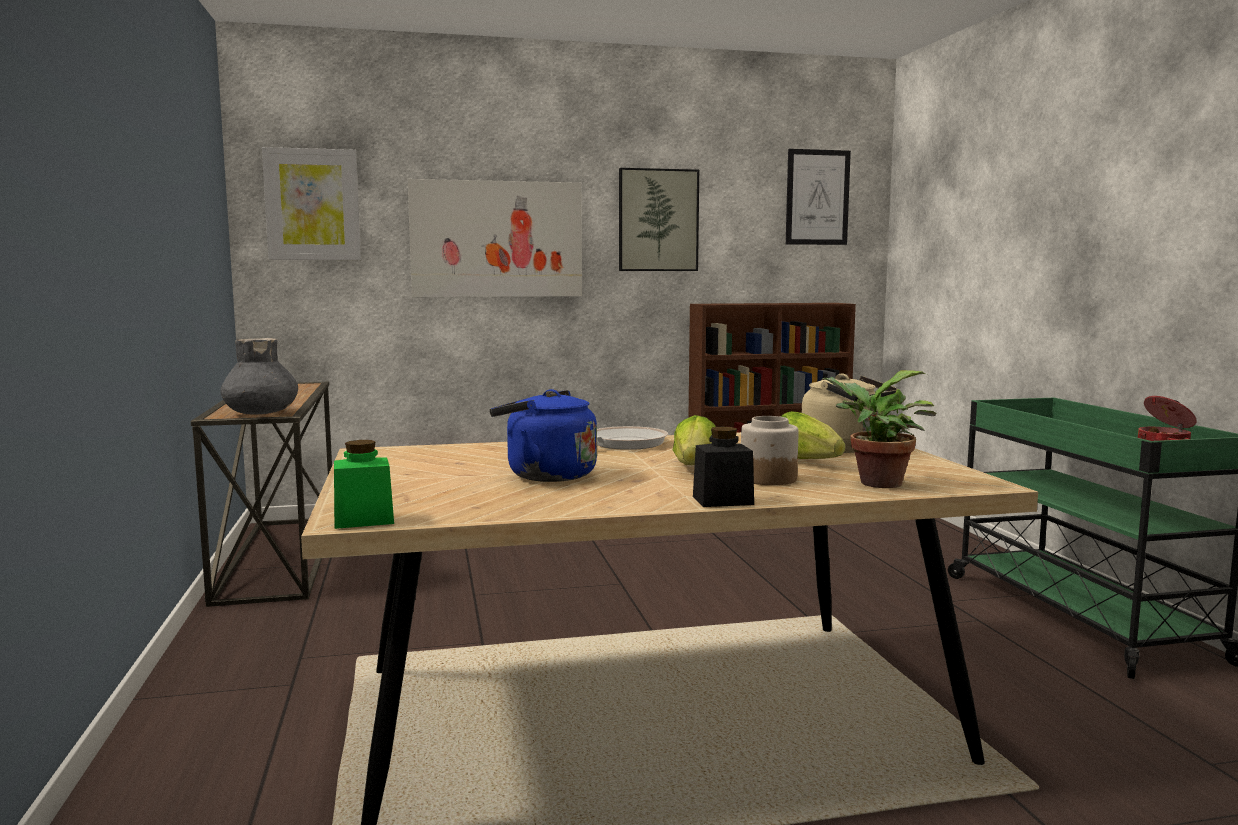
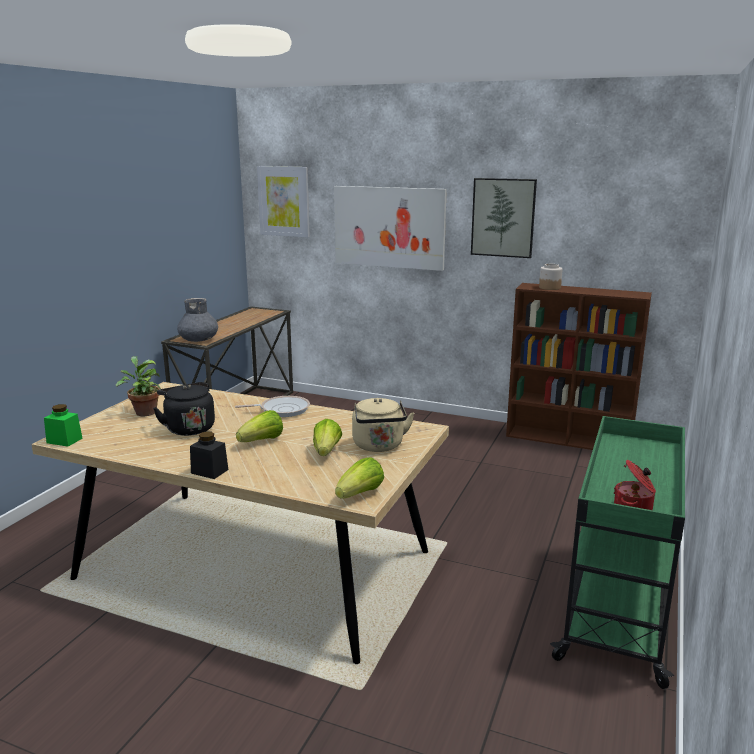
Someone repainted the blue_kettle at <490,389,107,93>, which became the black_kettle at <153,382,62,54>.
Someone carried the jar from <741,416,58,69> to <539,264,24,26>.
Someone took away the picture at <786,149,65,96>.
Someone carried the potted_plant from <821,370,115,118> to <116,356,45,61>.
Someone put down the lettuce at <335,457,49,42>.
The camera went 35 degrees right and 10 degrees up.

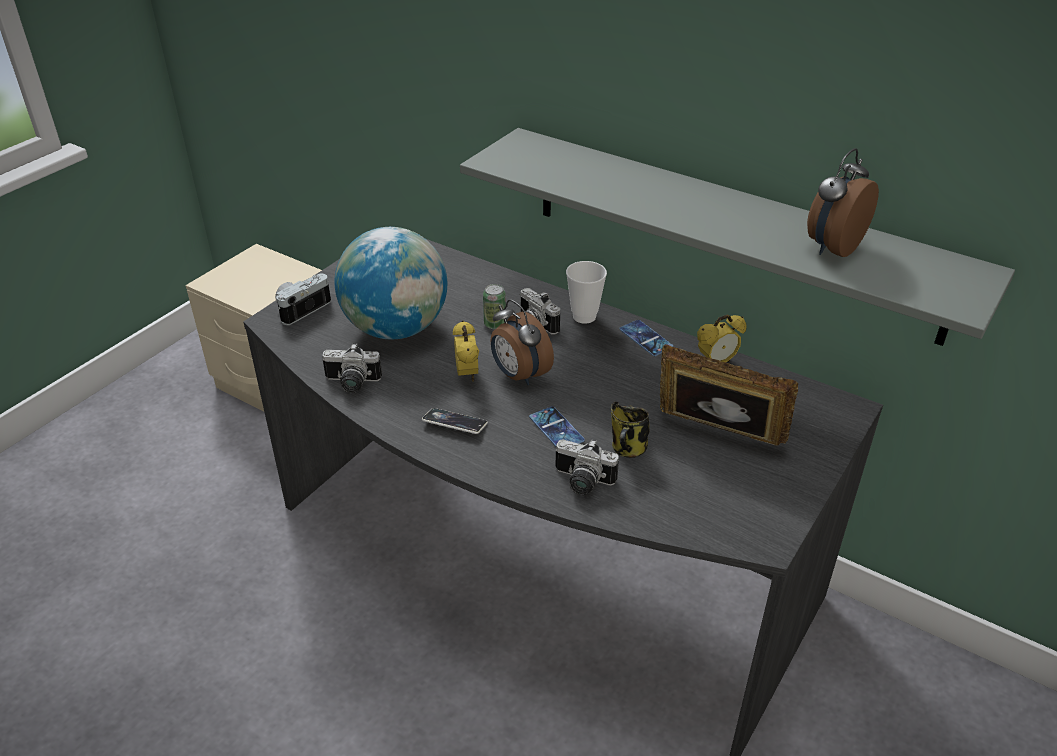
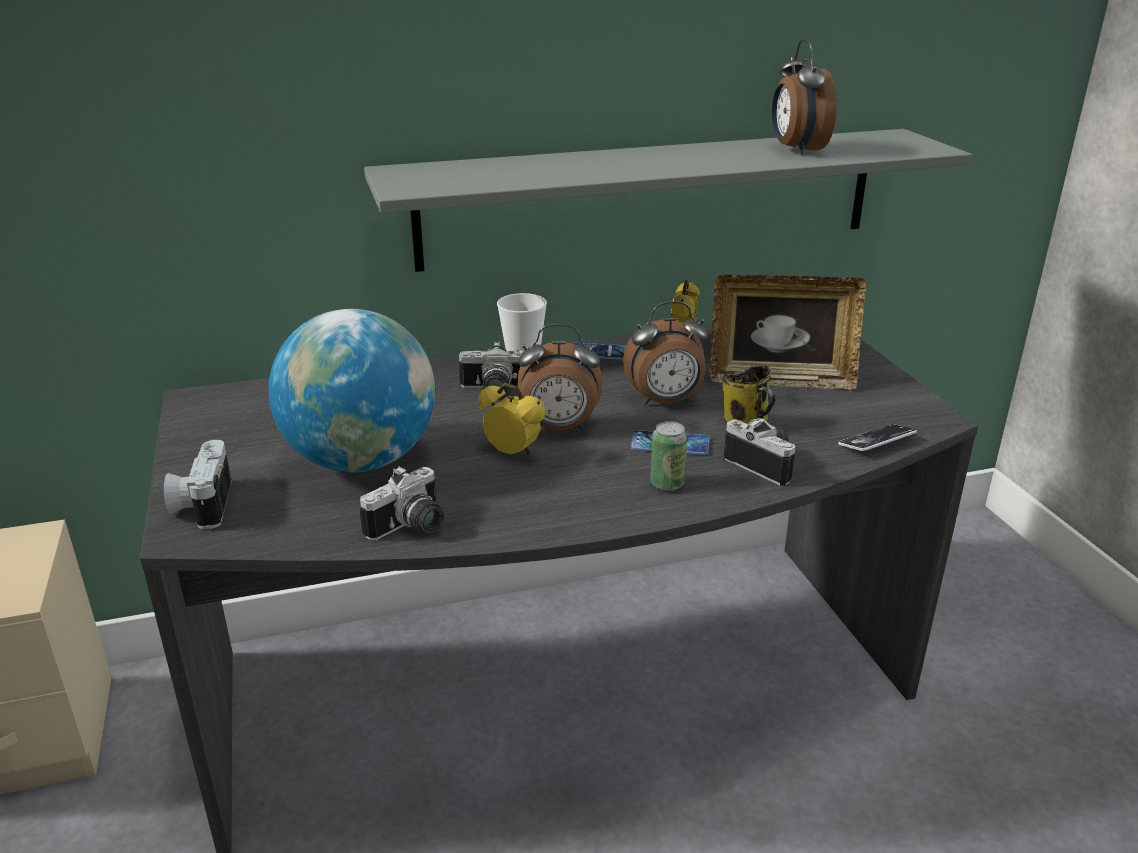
Someone carried the phone from <422,408,66,26> to <838,424,79,27>.
Someone carried the can from <483,284,23,45> to <650,421,37,70>.
Someone rotated the photo_camera at <555,439,64,56> by 105 degrees counterclockwise.
Someone rotated the picture_frame at <660,344,138,102> by 150 degrees counterclockwise.
Someone put down the alarm_clock at <623,301,85,104>.
The camera went 50 degrees left and 10 degrees down.

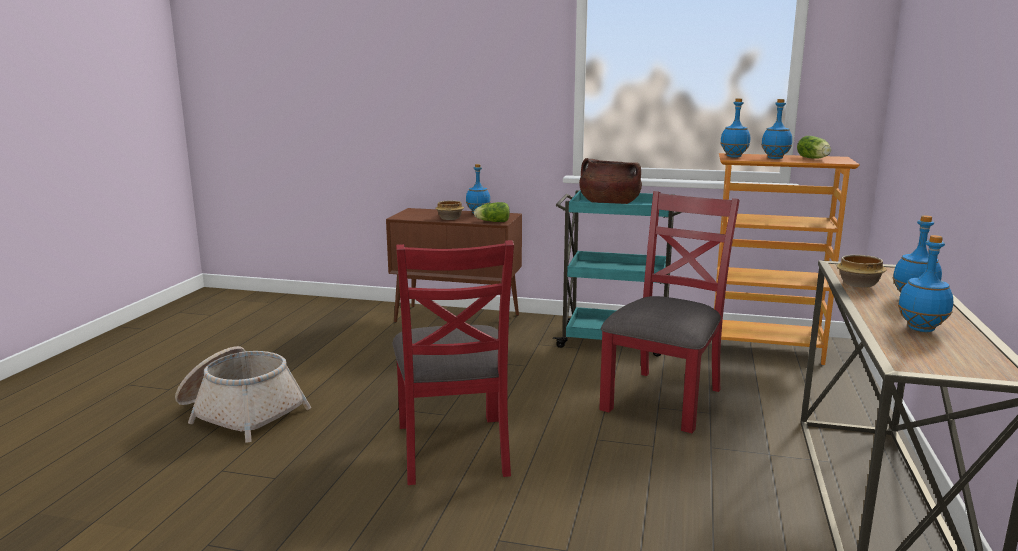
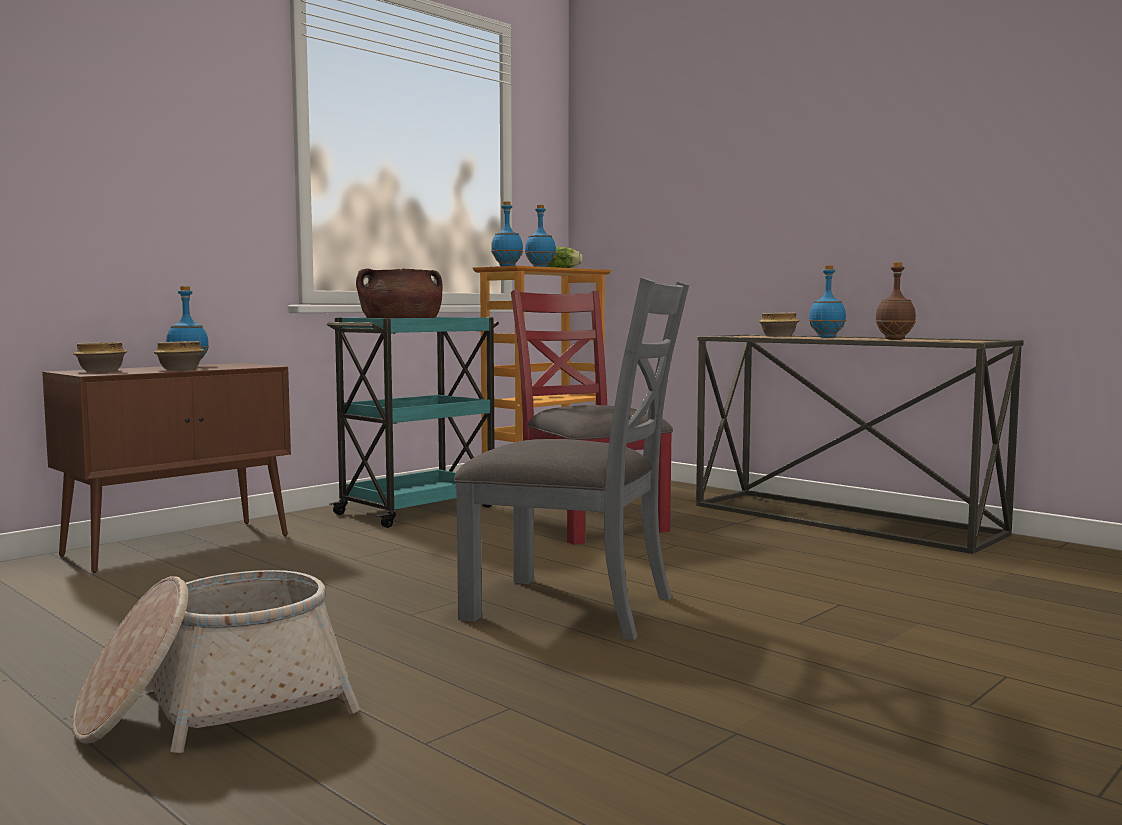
Someone repainted the red_chair at <392,240,122,245>, which became the grey_chair at <453,278,236,362>.
Someone took away the lettuce at <474,202,36,20>.
Someone repainted the blue_bottle at <898,235,55,97>, which became the brown_bottle at <875,262,41,78>.
Someone put down the bowl at <73,342,54,30>.
The camera went 60 degrees left and 10 degrees down.

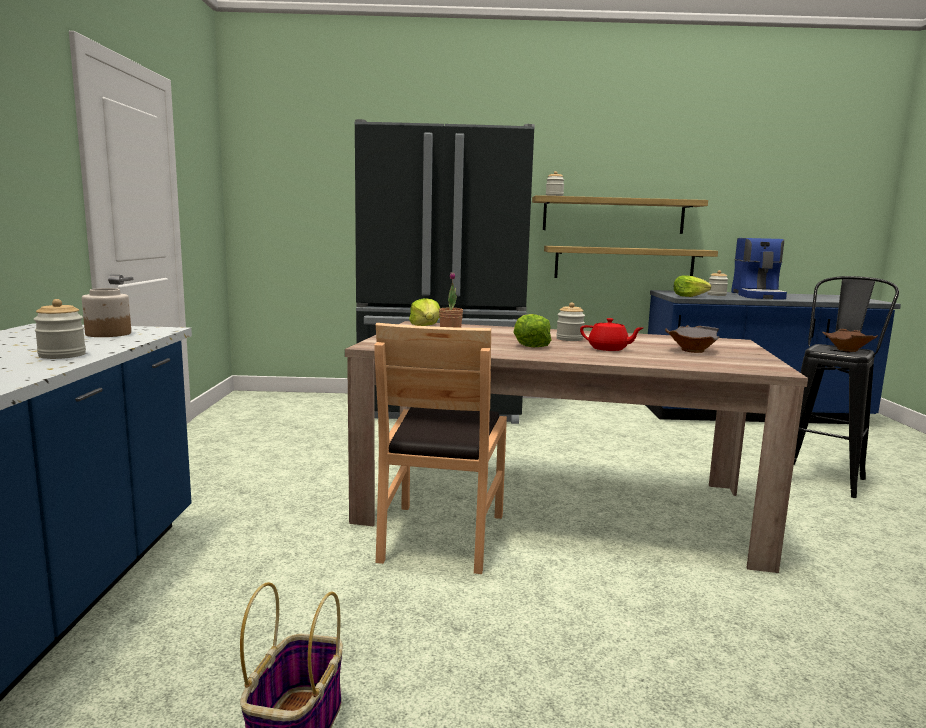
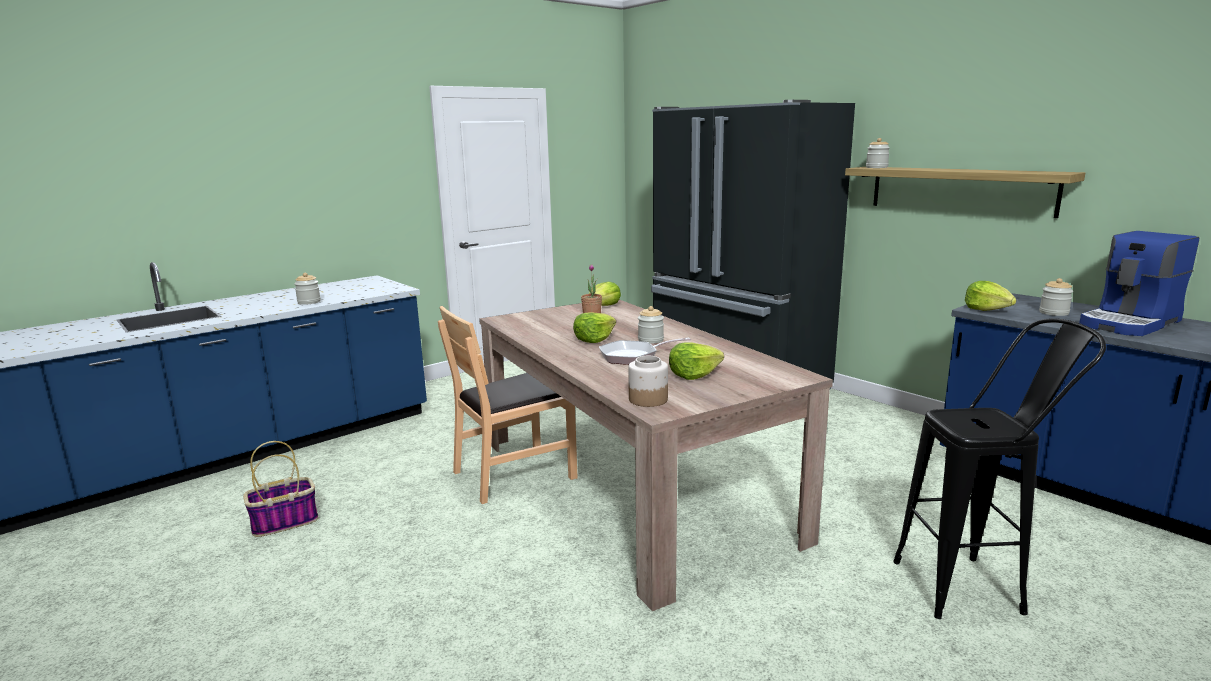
Someone carried the jar from <82,288,49,49> to <628,356,40,51>.
Someone took away the shelf at <544,246,174,32>.
Someone swapped the red_teapot at <580,318,63,33> for the frying_pan at <599,338,92,27>.
Someone swapped the grey_bowl at <665,325,54,28> for the lettuce at <669,343,55,37>.
Someone took away the brown_bowl at <823,329,55,23>.
The camera went 50 degrees right and 5 degrees up.

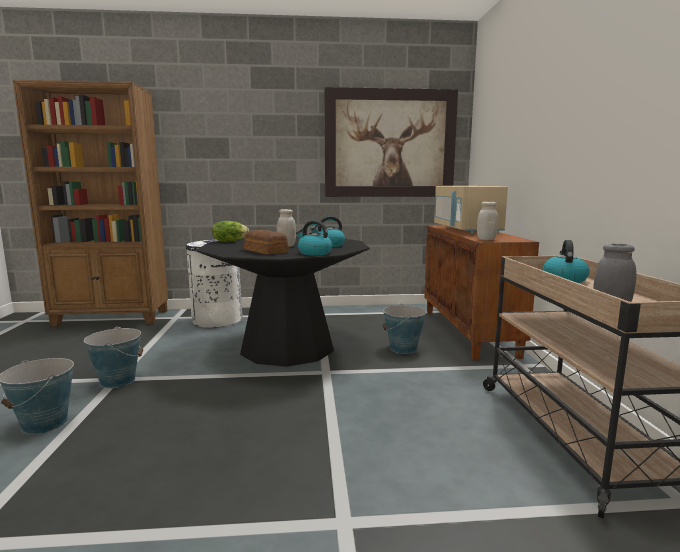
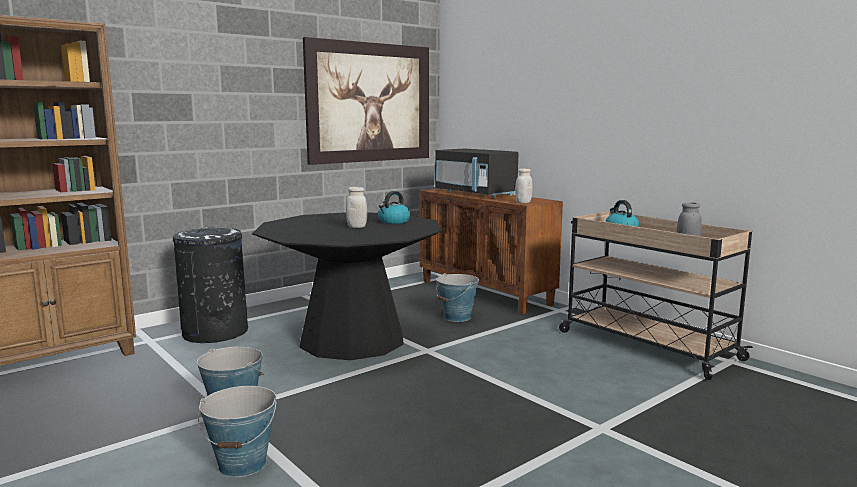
Someone repainted the white_trash_can at <186,240,57,88>, which became the black_trash_can at <173,227,75,116>.
Someone took away the lettuce at <212,221,37,21>.
Someone took away the bread at <244,230,45,24>.
Someone took away the kettle at <296,220,36,35>.
Someone repainted the beige_microwave at <434,186,74,49>, which became the black_microwave at <435,148,83,50>.
The camera went 35 degrees left and 0 degrees up.

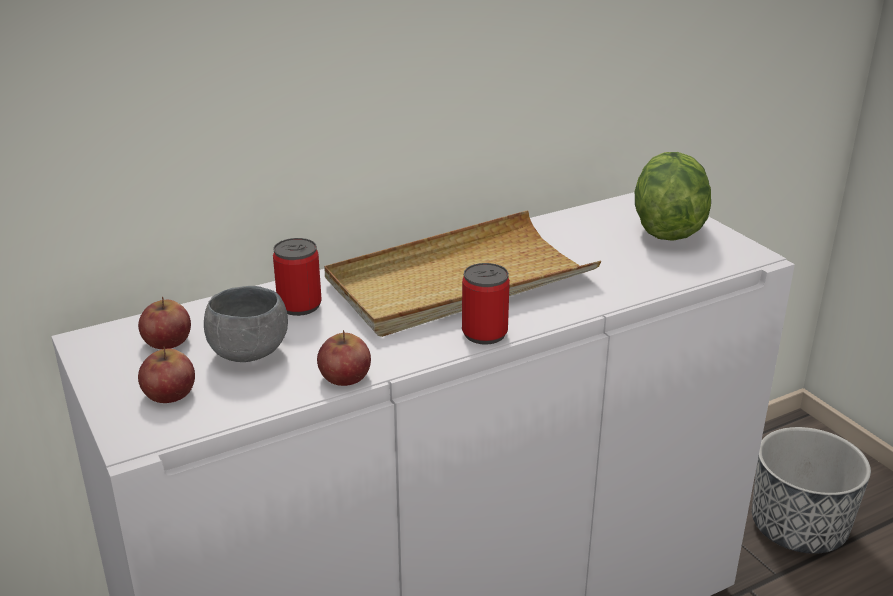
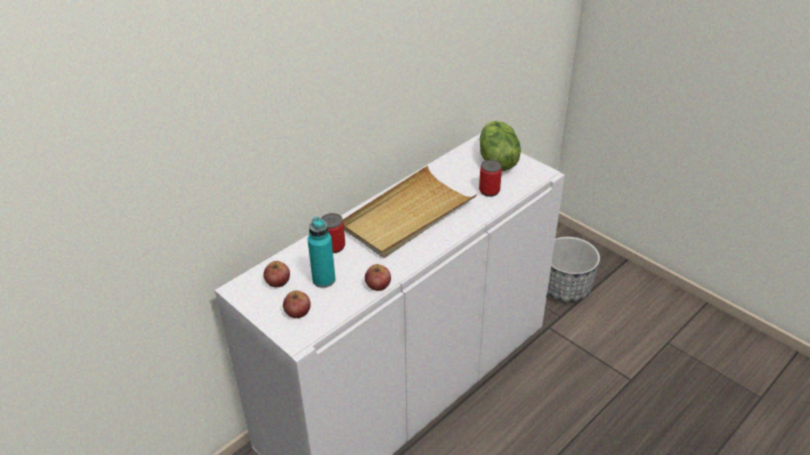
Someone swapped the grey_bowl at <204,286,84,76> for the turquoise_bottle at <307,217,28,71>.
Someone carried the can from <462,263,48,82> to <479,159,23,38>.
The camera went 15 degrees left and 10 degrees up.

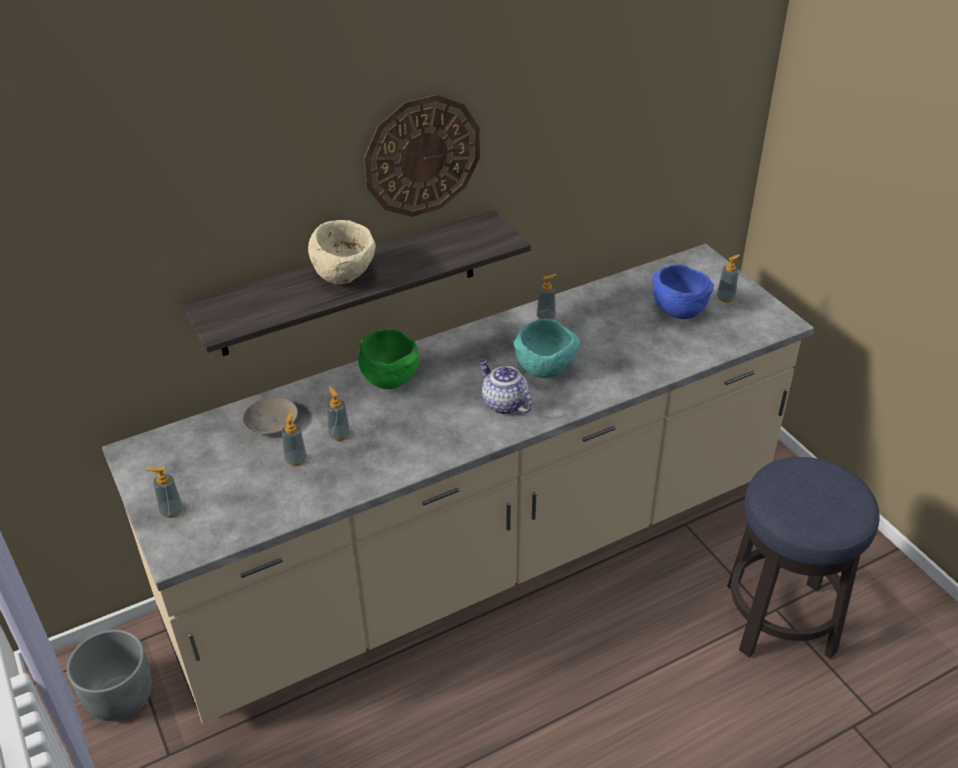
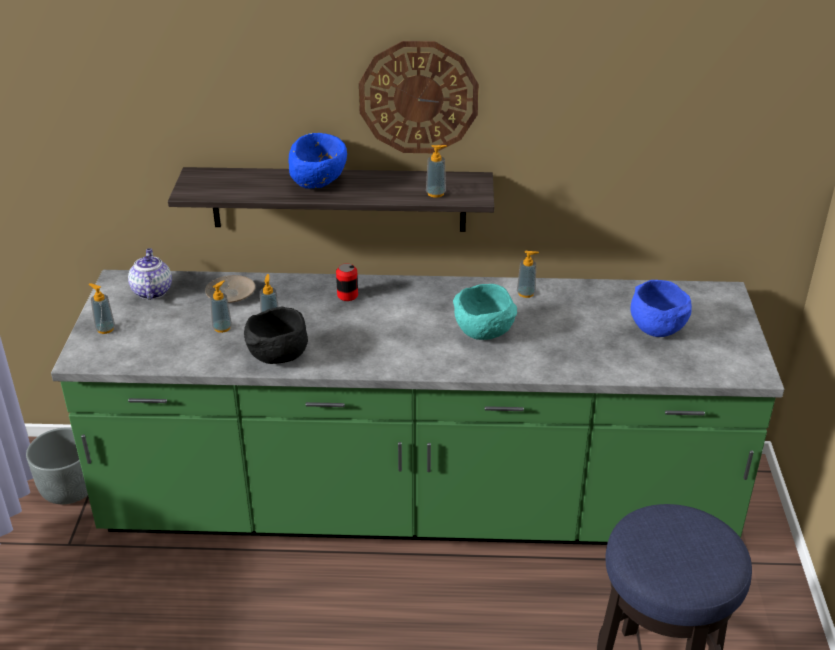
Someone repainted the beige_counter at <102,244,712,480>, which became the green_counter at <51,270,733,275>.
Someone repainted the beige_bowl at <308,220,68,65>, which became the blue_bowl at <289,133,58,56>.
Someone swapped the green_bowl at <358,329,61,60> for the can at <336,263,22,38>.
Someone carried the teapot from <479,360,54,54> to <128,248,44,52>.
Someone carried the soap_dispenser from <717,255,23,47> to <426,145,21,53>.
Someone put down the black_bowl at <244,306,64,58>.
The camera went 30 degrees right and 5 degrees down.

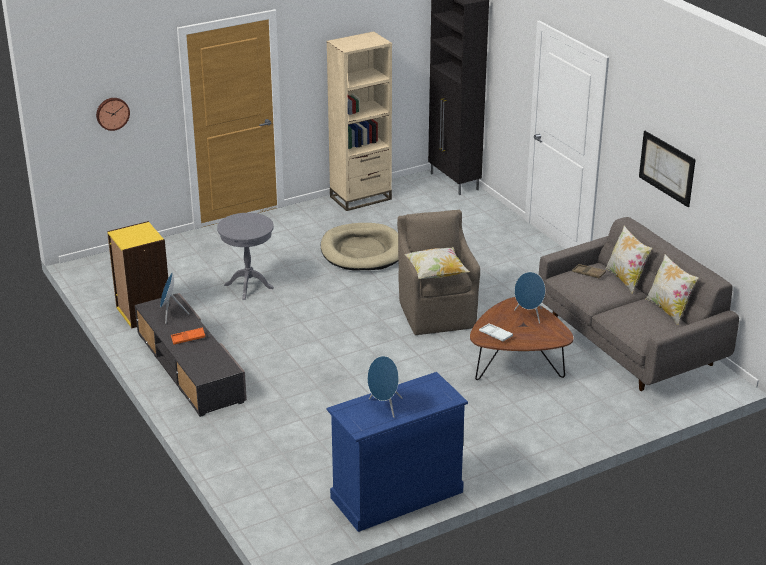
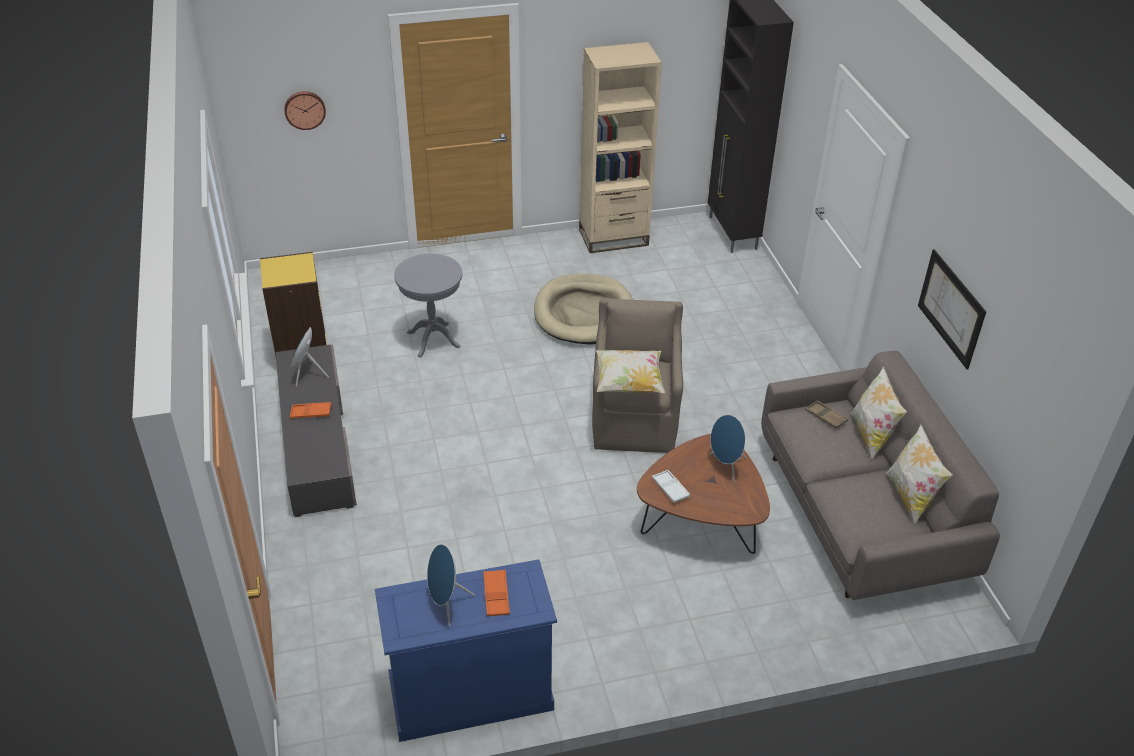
Someone put down the orange_tray at <483,570,27,46>.
The camera went 15 degrees right and 10 degrees up.

